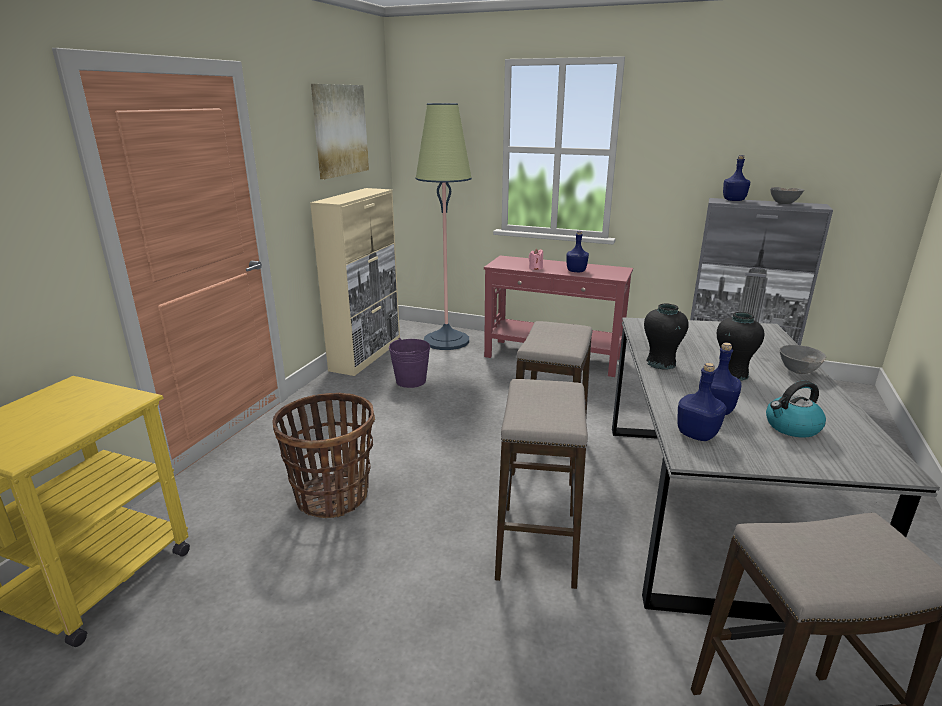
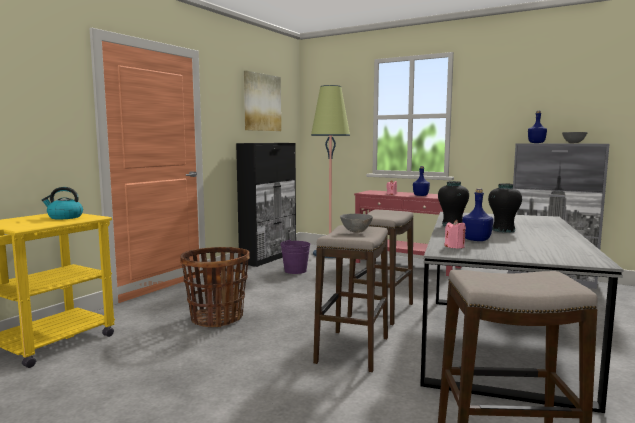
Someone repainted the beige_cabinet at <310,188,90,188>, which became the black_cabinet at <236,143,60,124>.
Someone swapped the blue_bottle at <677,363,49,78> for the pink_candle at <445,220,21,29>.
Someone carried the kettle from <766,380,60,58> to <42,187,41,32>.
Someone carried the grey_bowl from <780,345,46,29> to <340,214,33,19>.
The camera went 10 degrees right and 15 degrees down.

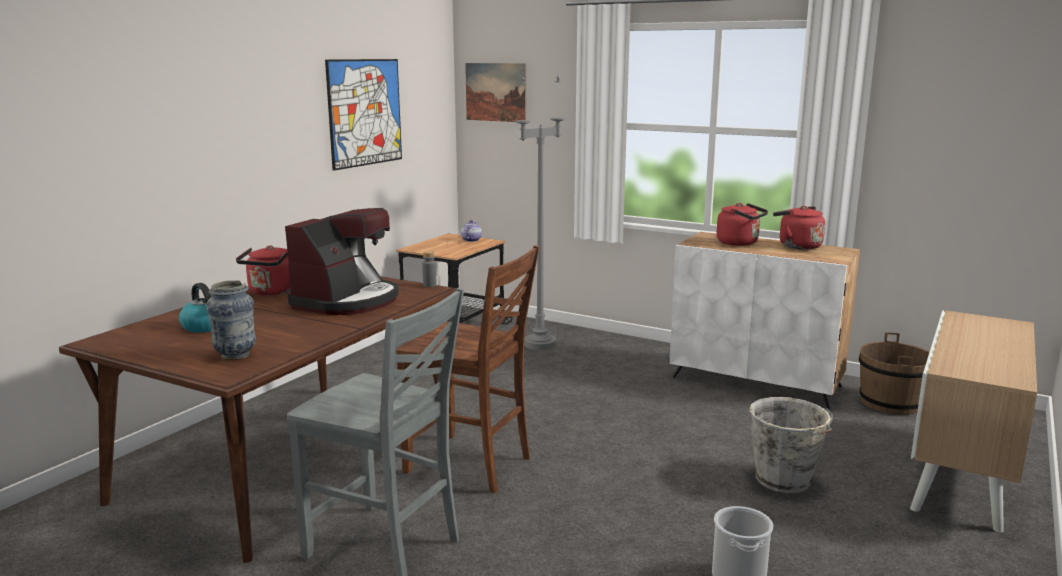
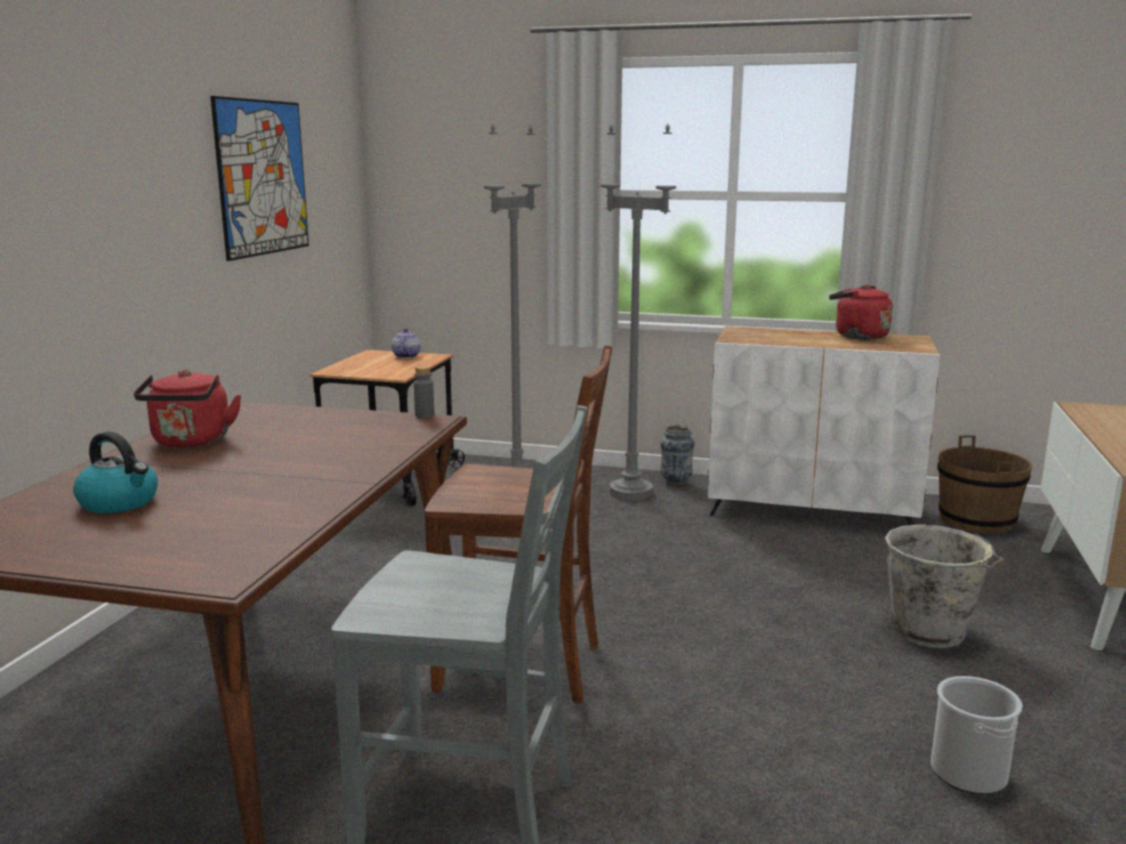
Someone carried the vase from <206,280,50,80> to <660,425,35,61>.
Someone took away the coffee_machine at <285,208,114,107>.
Someone took away the picture at <465,63,61,59>.
Someone took away the red_kettle at <717,203,51,43>.
Someone put down the grey_floor_lamp at <601,124,75,377>.
The camera went 15 degrees left and 0 degrees up.

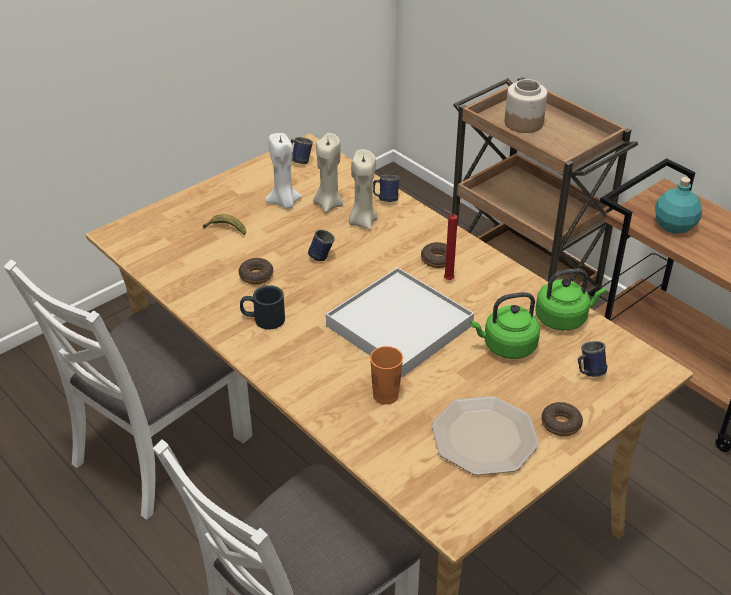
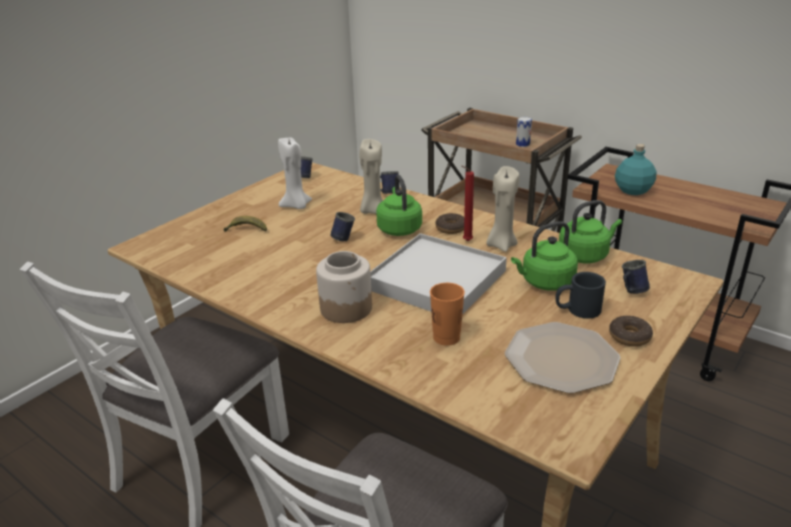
Someone took away the donut at <239,258,34,26>.
Someone carried the black_mug from <240,285,45,45> to <555,272,51,47>.
Someone carried the beige_candle from <313,133,30,80> to <487,166,32,86>.
Someone carried the jar from <505,79,42,54> to <316,251,56,72>.
Someone put down the green_kettle at <376,175,46,61>.
Someone put down the can at <516,117,16,30>.
The camera went 10 degrees left and 10 degrees down.

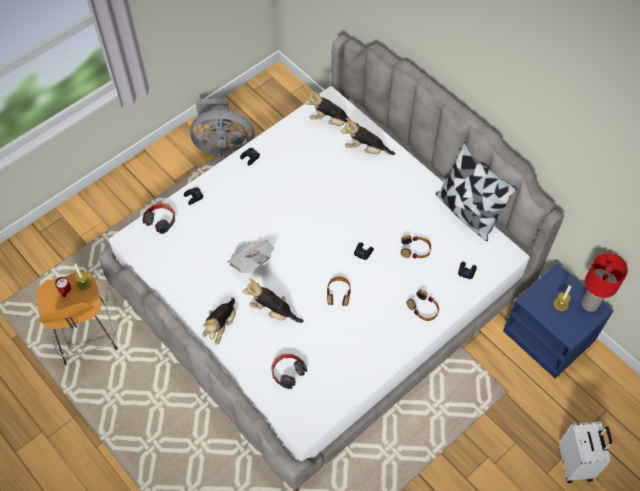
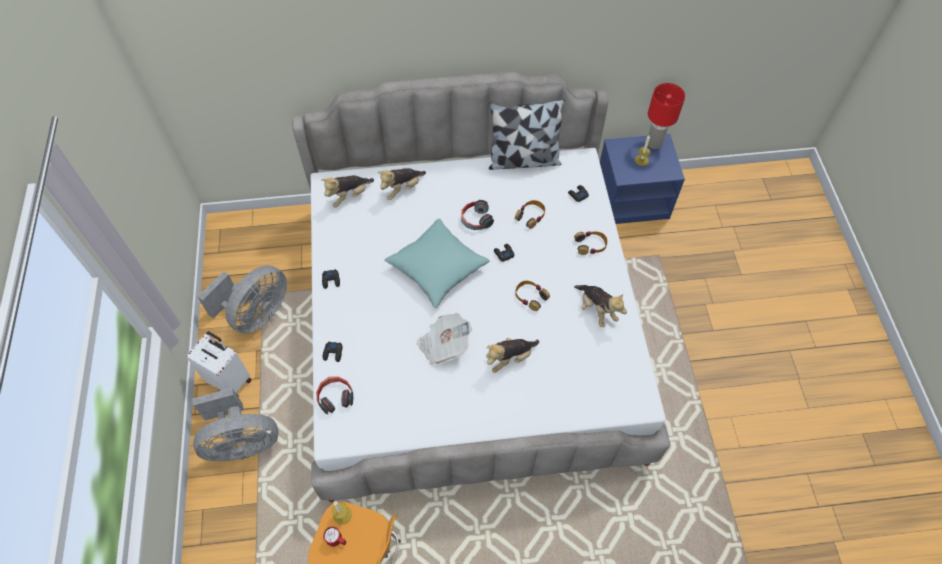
Someone carried the plush_toy from <202,298,34,47> to <574,285,53,42>.
Someone carried the headphones from <271,354,36,35> to <461,200,33,30>.
Someone carried the white_suitcase from <559,421,53,62> to <186,331,66,66>.
Someone put down the grey_fan at <192,388,86,73>.
Someone put down the turquoise_pillow at <385,218,105,90>.
The camera went 55 degrees left and 0 degrees up.

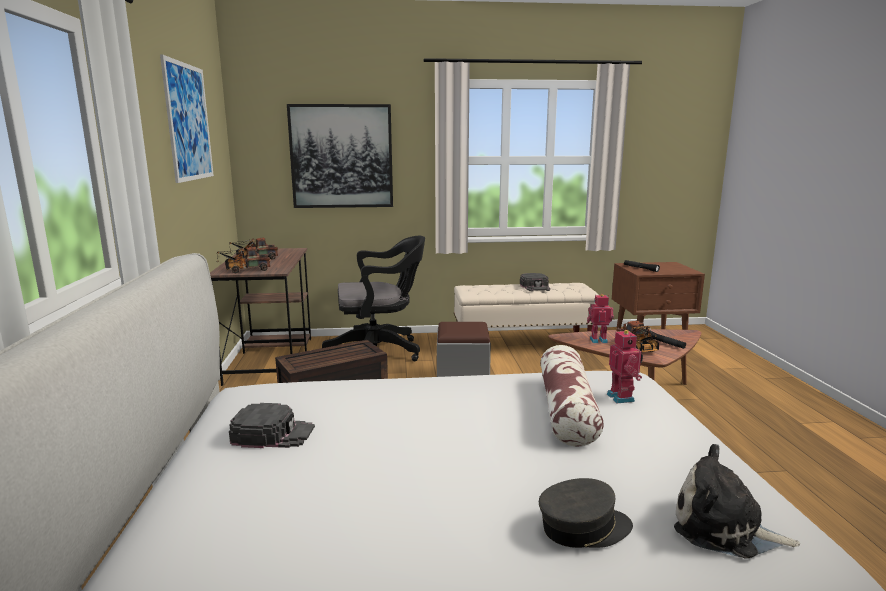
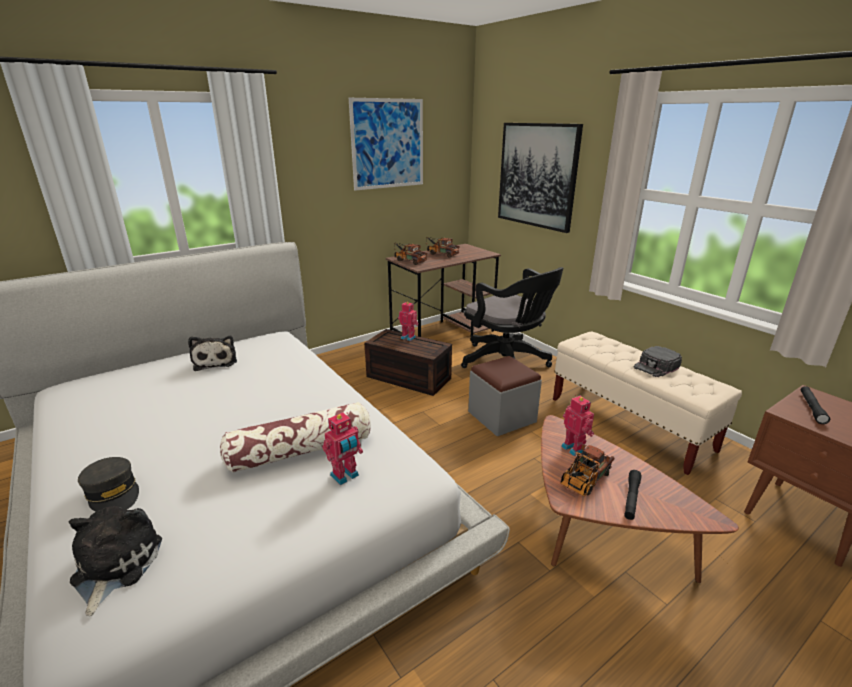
Someone swapped the black_cap at <229,403,86,45> for the plush_toy at <188,336,49,35>.
Someone put down the toy_robot at <398,302,21,39>.
The camera went 60 degrees right and 10 degrees up.

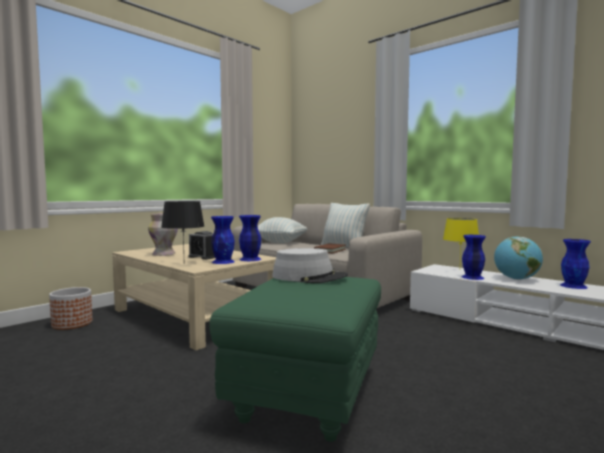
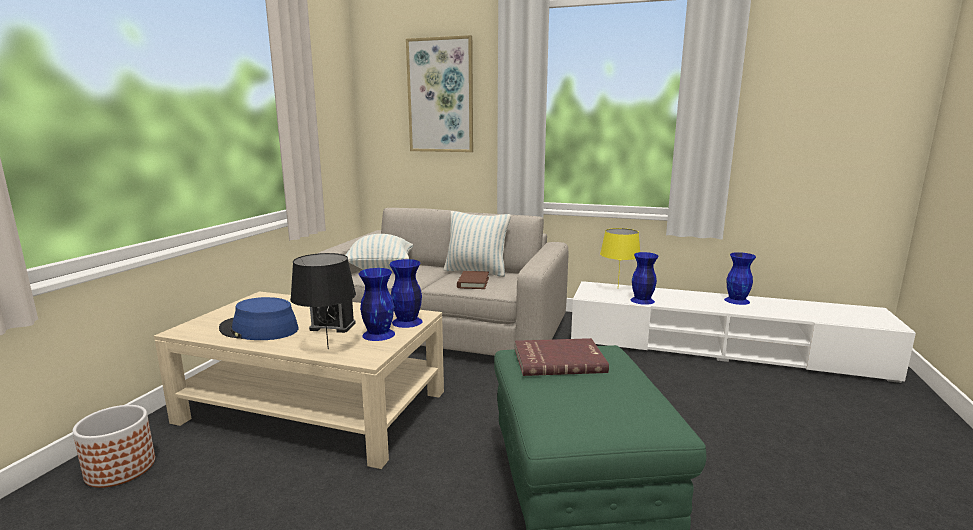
Someone swapped the vase at <148,213,30,43> for the blue_hat at <219,297,79,43>.
Someone swapped the grey_hat at <272,248,76,35> for the red_book at <515,338,94,38>.
Someone took away the globe at <494,237,49,43>.
Someone put up the picture at <406,35,67,117>.
The camera went 25 degrees left and 10 degrees up.

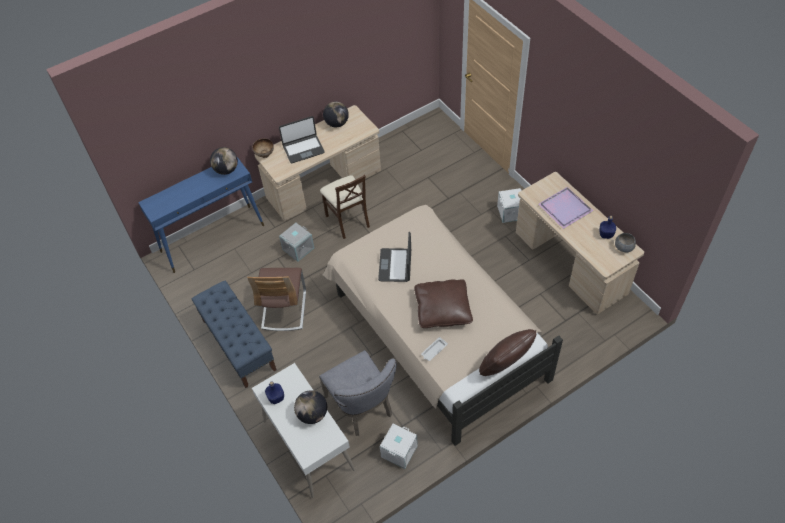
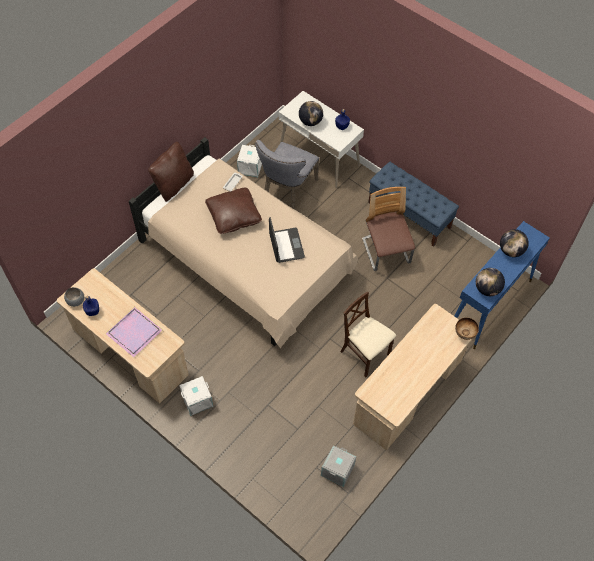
Someone took away the laptop at <279,116,46,47>.
Someone carried the grey_storage_box from <279,223,35,39> to <321,445,35,42>.
Someone rotated the grey_chair at <319,350,78,86> by 105 degrees counterclockwise.
Someone carried the globe from <323,102,26,25> to <500,229,29,28>.
The camera went 160 degrees right and 5 degrees up.

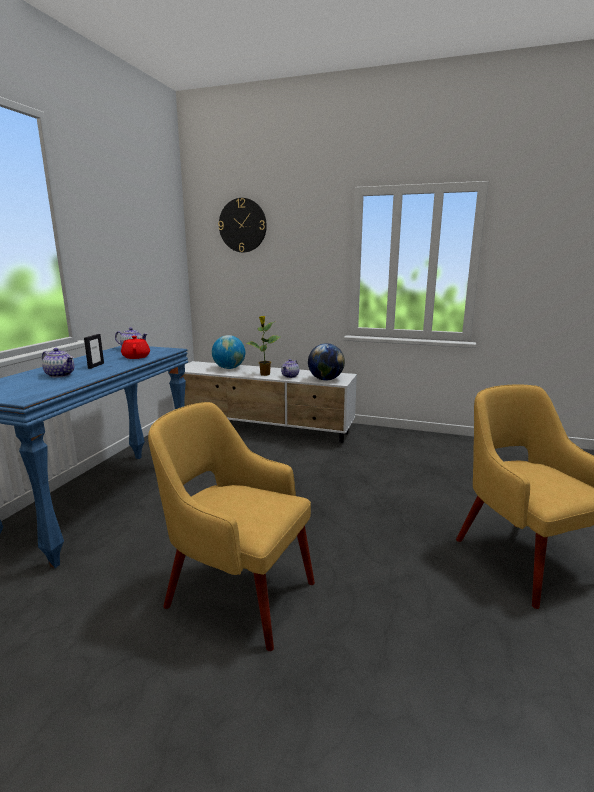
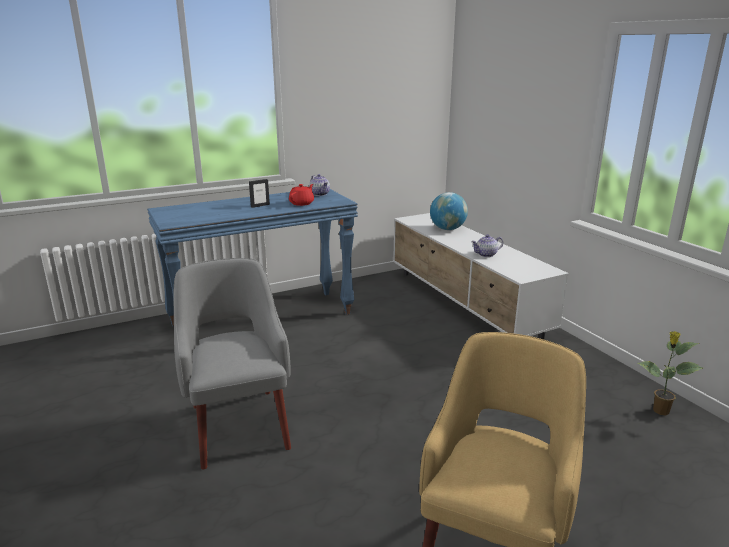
Someone took away the teapot at <42,348,32,30>.
Someone repainted the yellow_armchair at <148,402,167,249>, which became the grey_armchair at <173,258,118,212>.
Someone took away the wall_clock at <218,198,49,54>.
Someone carried the potted_plant from <246,316,34,60> to <637,331,66,84>.
Someone took away the globe at <308,343,37,37>.
The camera went 45 degrees right and 5 degrees up.

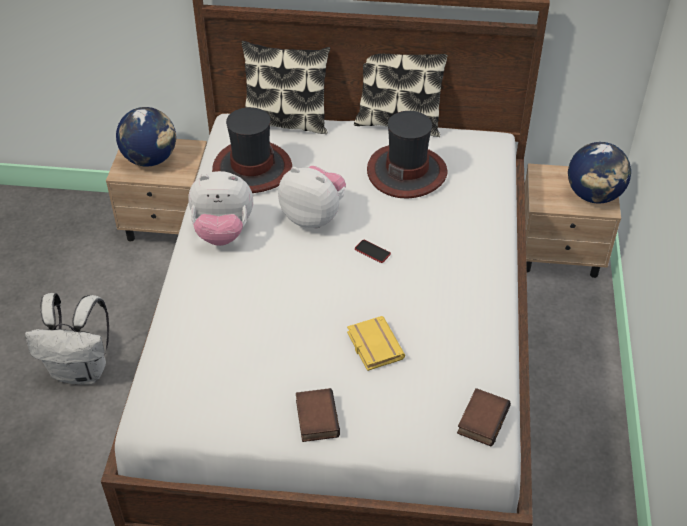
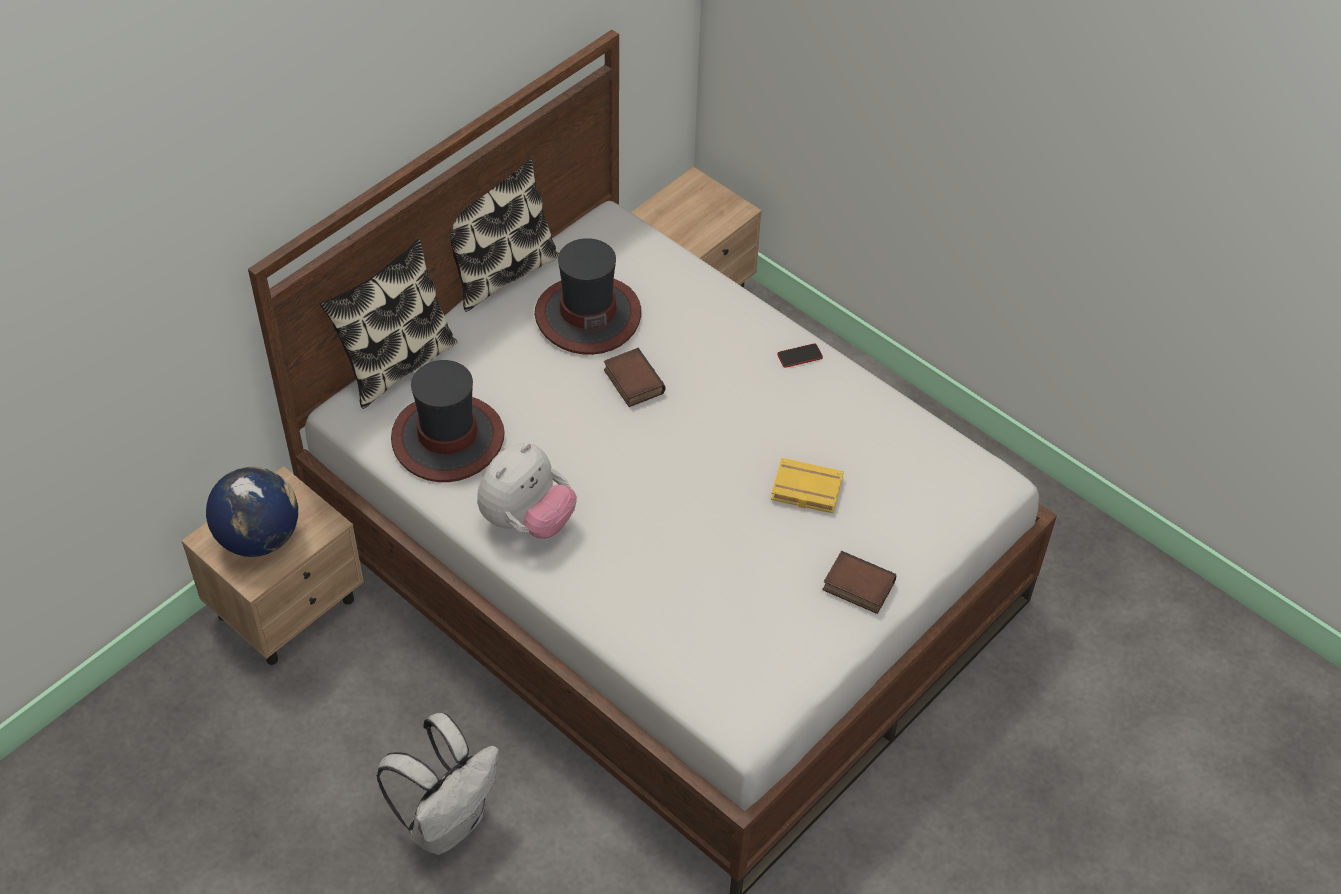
Someone took away the plush_toy at <278,166,68,62>.
Someone carried the phone from <355,240,36,23> to <777,344,46,24>.
Someone carried the book from <457,388,54,58> to <604,348,61,59>.
Someone took away the globe at <568,142,63,62>.
The camera went 55 degrees left and 5 degrees up.

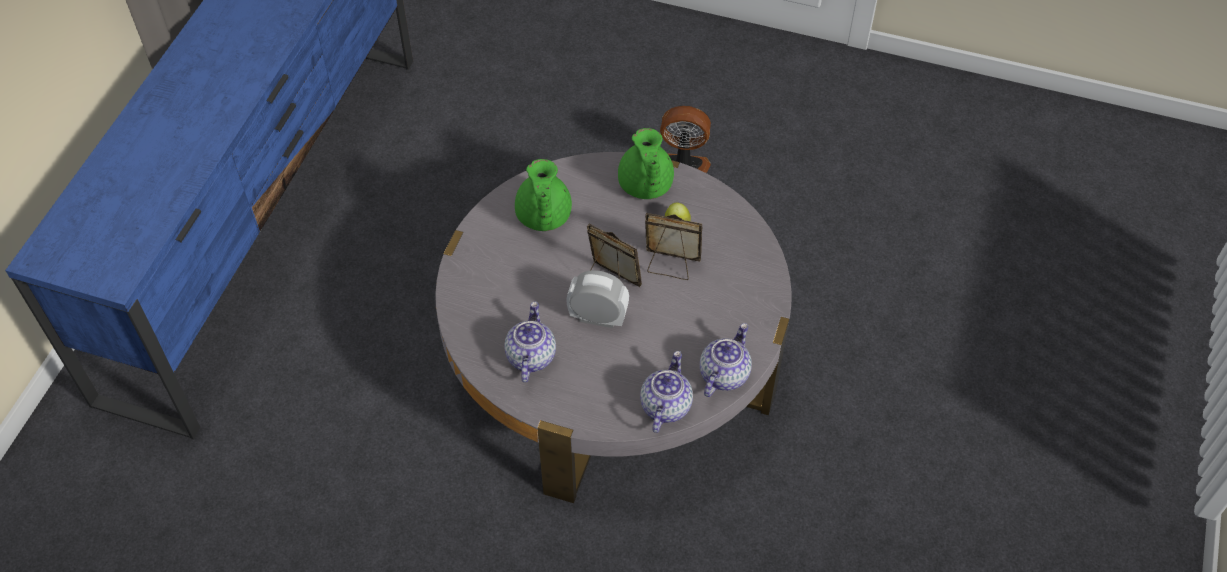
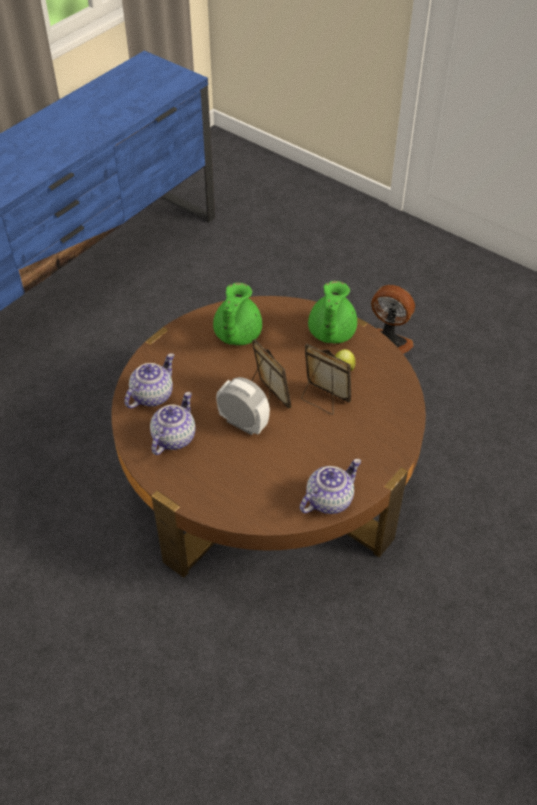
Someone repainted the grey_coffee_table at <435,152,357,351>, which became the brown_coffee_table at <111,296,315,282>.
Someone carried the teapot from <640,351,53,82> to <124,354,50,54>.
The camera went 20 degrees right and 5 degrees down.

